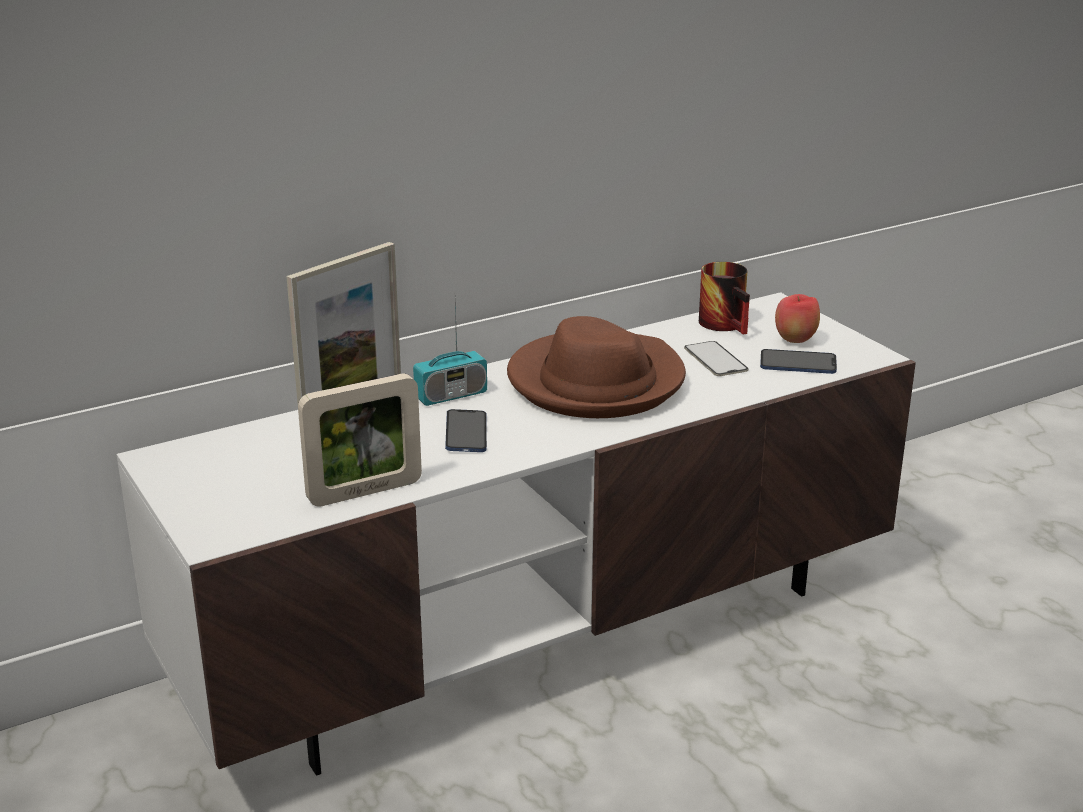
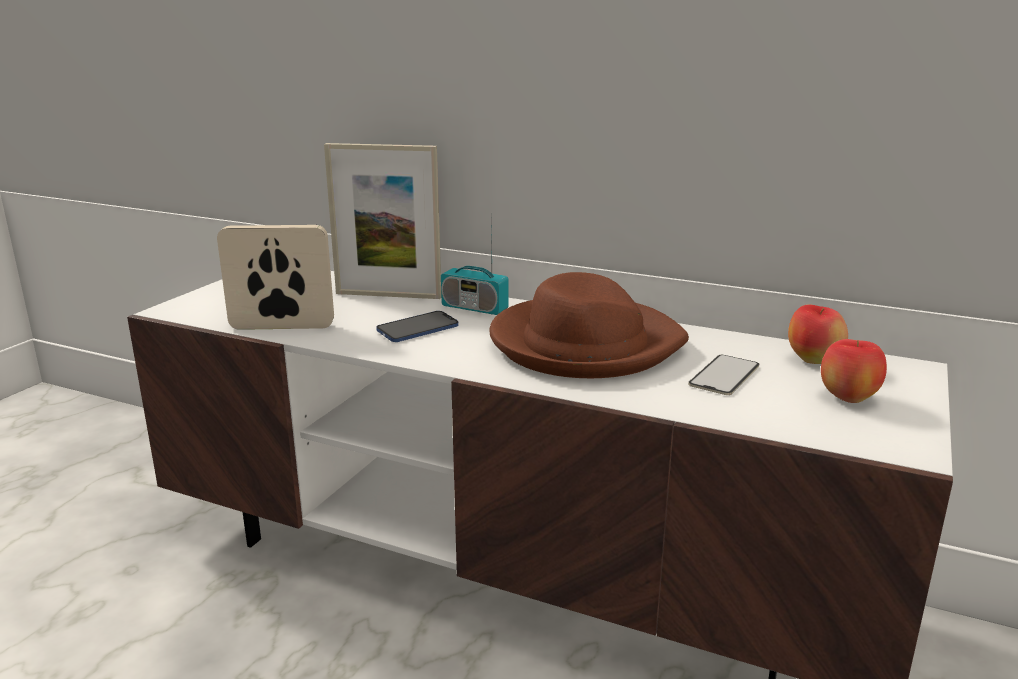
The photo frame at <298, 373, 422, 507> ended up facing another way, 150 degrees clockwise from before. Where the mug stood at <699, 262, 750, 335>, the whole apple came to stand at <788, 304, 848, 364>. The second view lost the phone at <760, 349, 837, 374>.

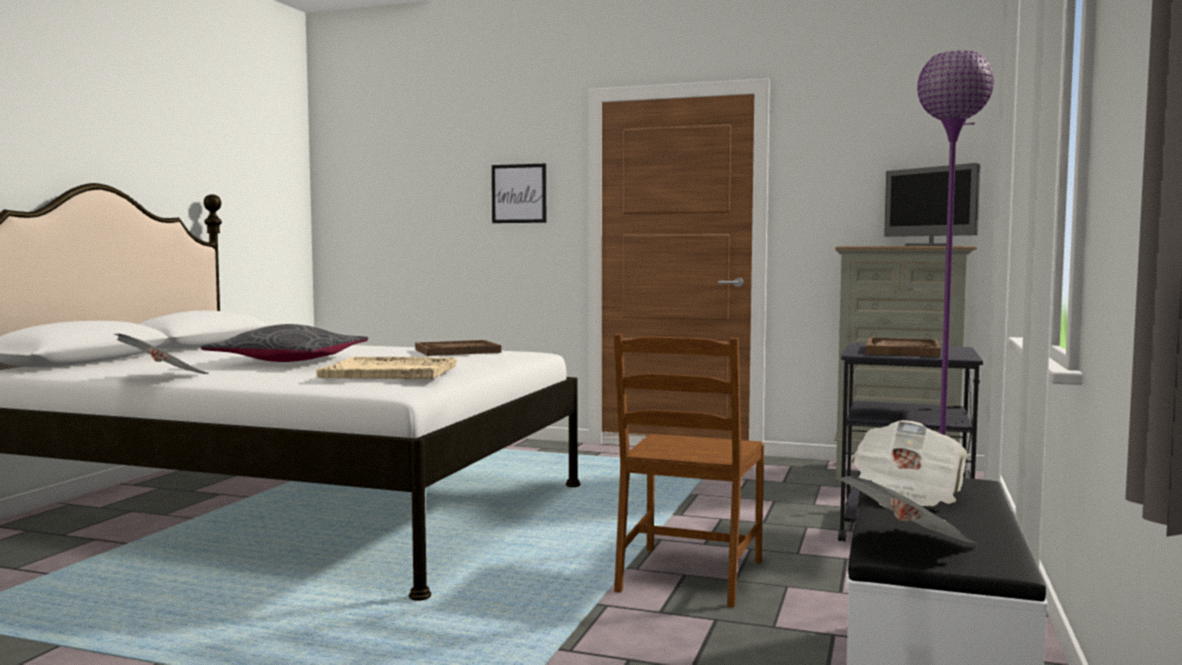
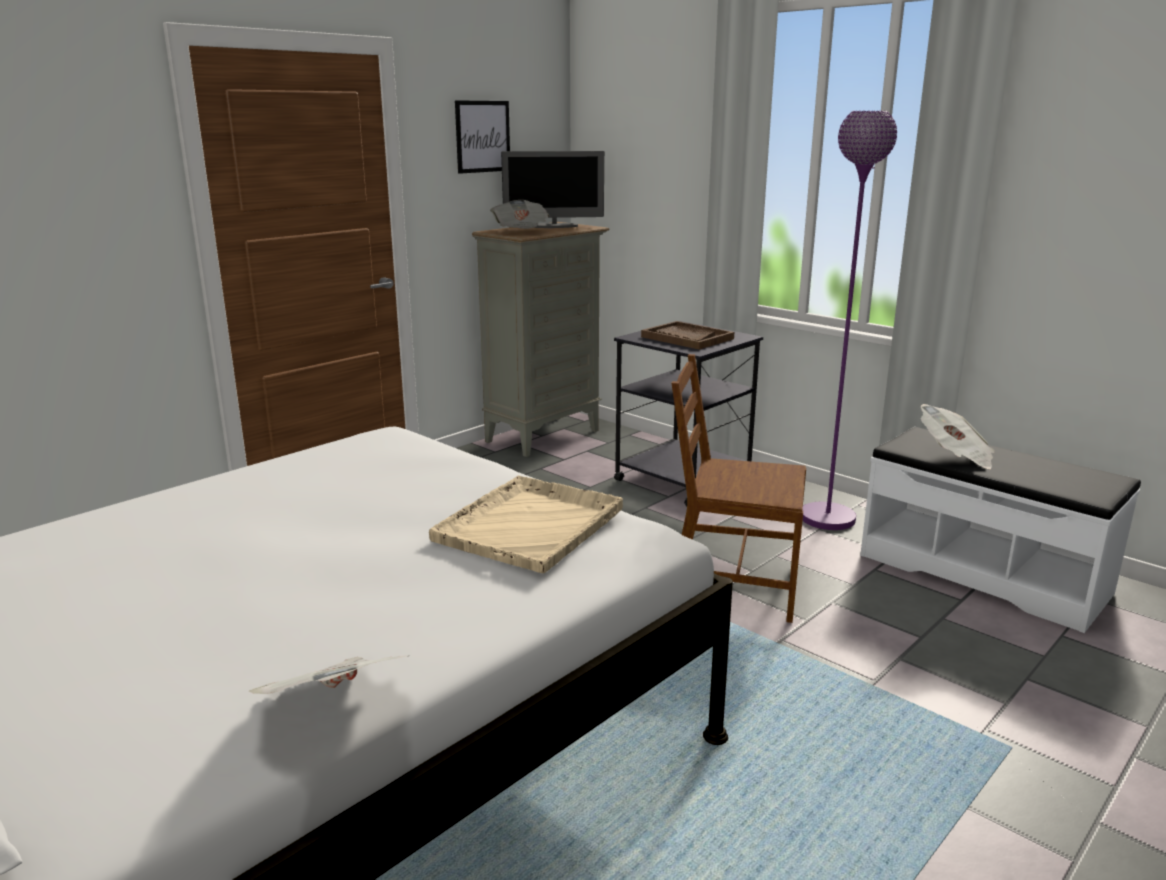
The second view lost the cushion (grey) at <201, 324, 368, 362>. The second view lost the carrying tray (brownish) at <415, 340, 501, 356>. The wall art ended up elsewhere, having gone from <492, 164, 546, 223> to <455, 100, 510, 174>. The upright chair (brownish) at <614, 334, 764, 608> ended up facing another way, 150 degrees clockwise from before. The newspaper ended up elsewhere, having gone from <836, 476, 977, 543> to <490, 200, 549, 229>.

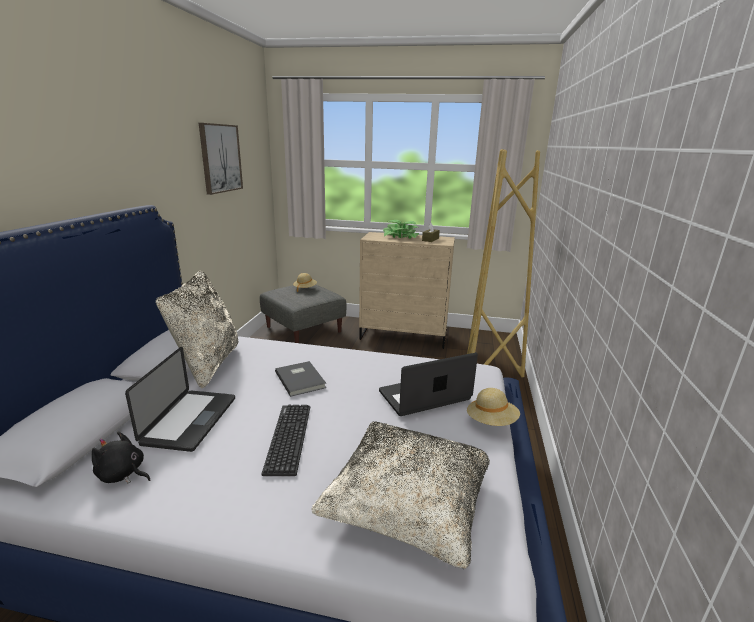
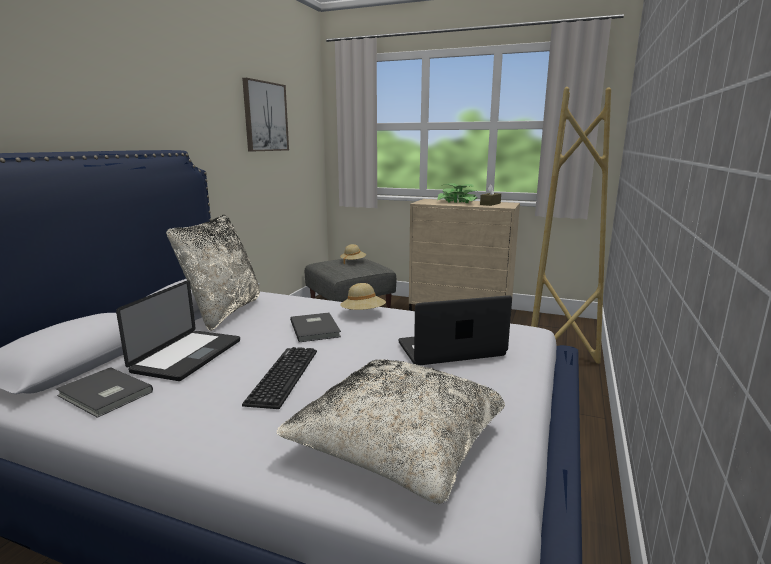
Where the soft toy (blackish) stood at <92, 431, 150, 483>, the bound book (grey) came to stand at <56, 367, 153, 418>. The clothing hat (sand-coloured) ended up elsewhere, having gone from <467, 388, 520, 426> to <340, 283, 386, 310>.

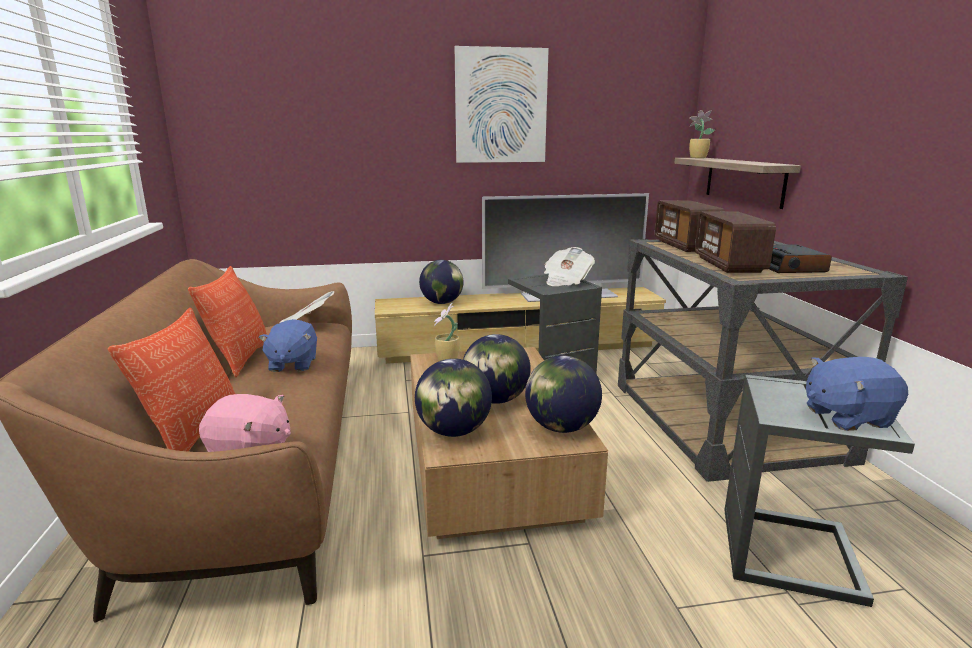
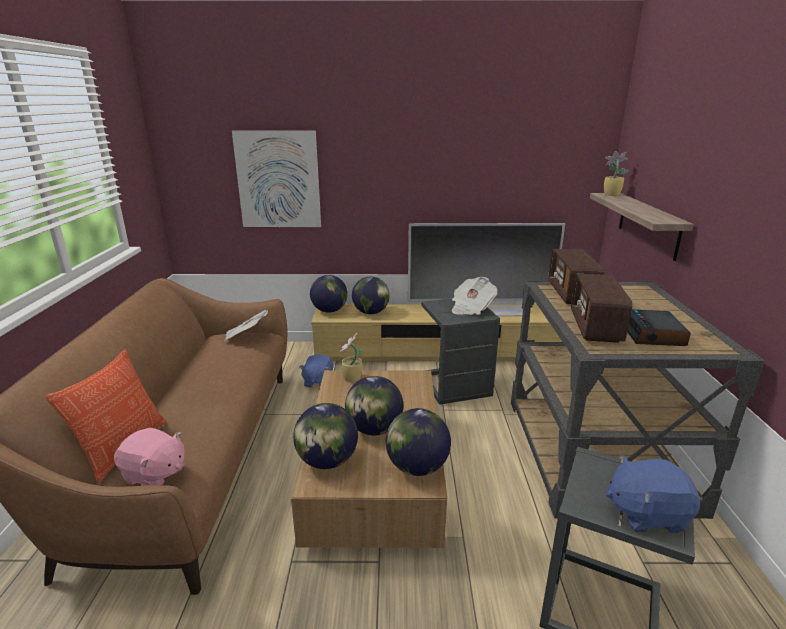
The second view lost the cushion (orangey) at <188, 266, 267, 377>. The soft toy (blue) ended up elsewhere, having gone from <259, 319, 317, 372> to <300, 354, 333, 387>. The wall art ended up elsewhere, having gone from <454, 46, 549, 163> to <232, 131, 321, 227>. The second view gained the desk globe at <310, 275, 348, 313>.

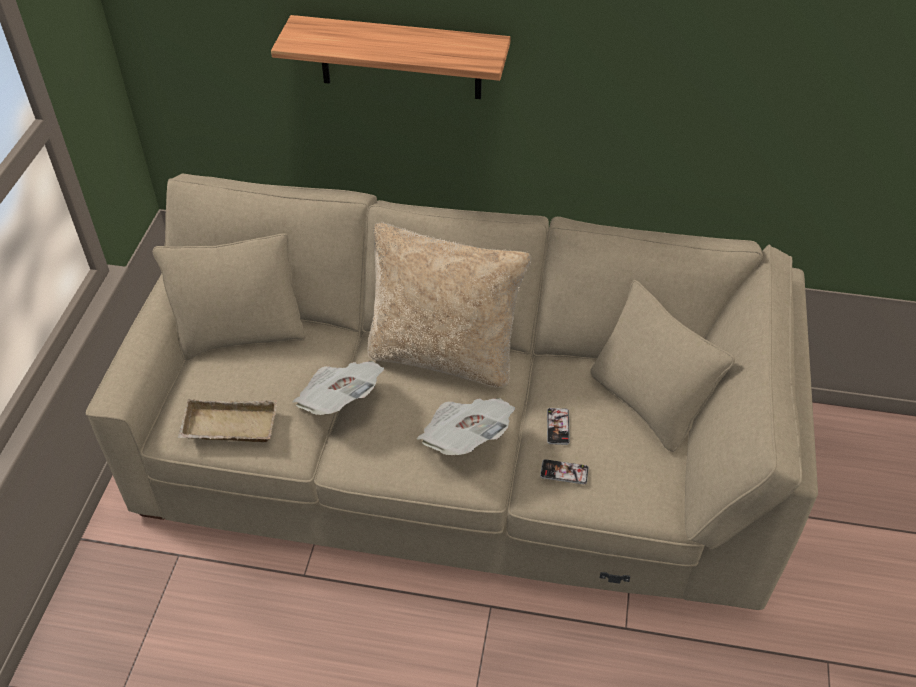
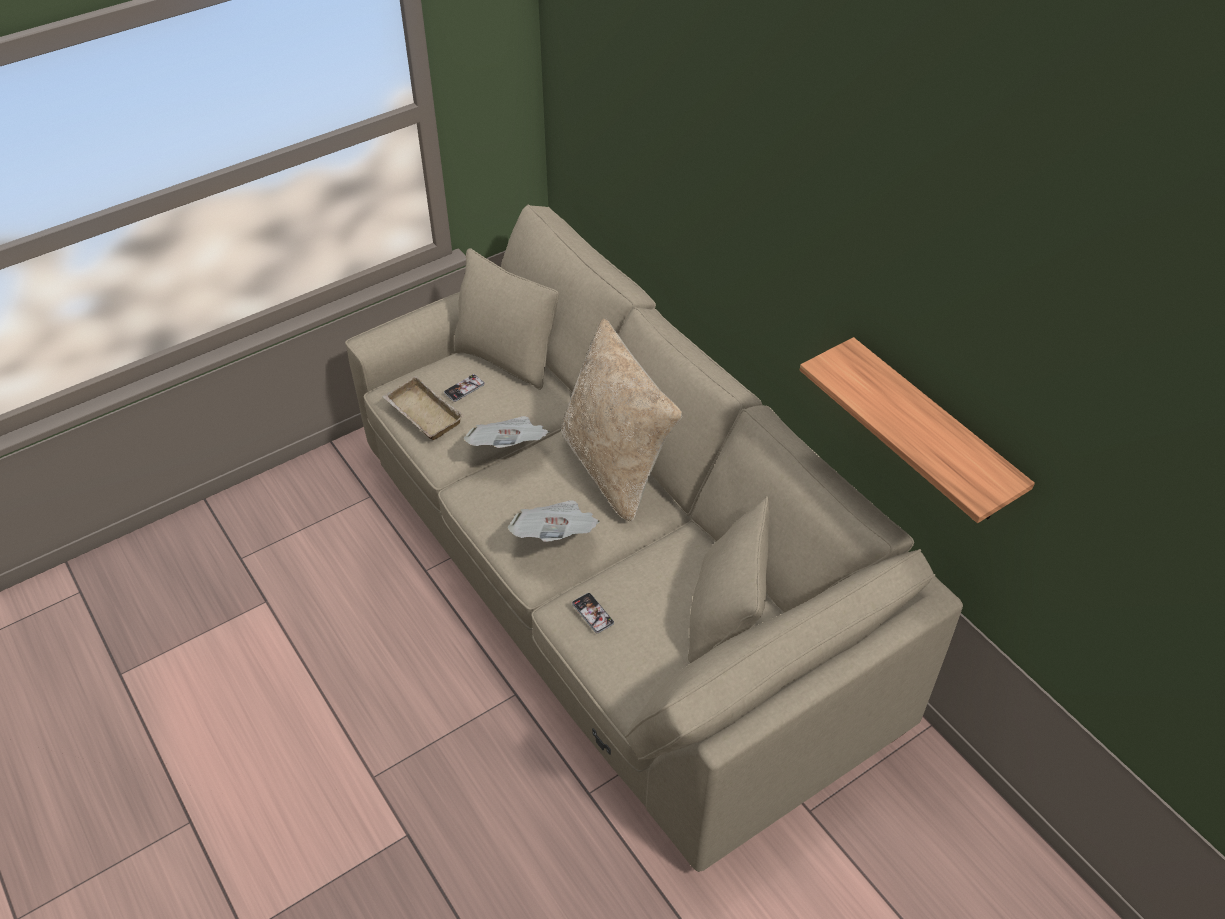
The bracket shelf ended up elsewhere, having gone from <271, 15, 511, 99> to <800, 337, 1035, 523>. The phone ended up elsewhere, having gone from <547, 408, 570, 445> to <444, 374, 485, 402>.

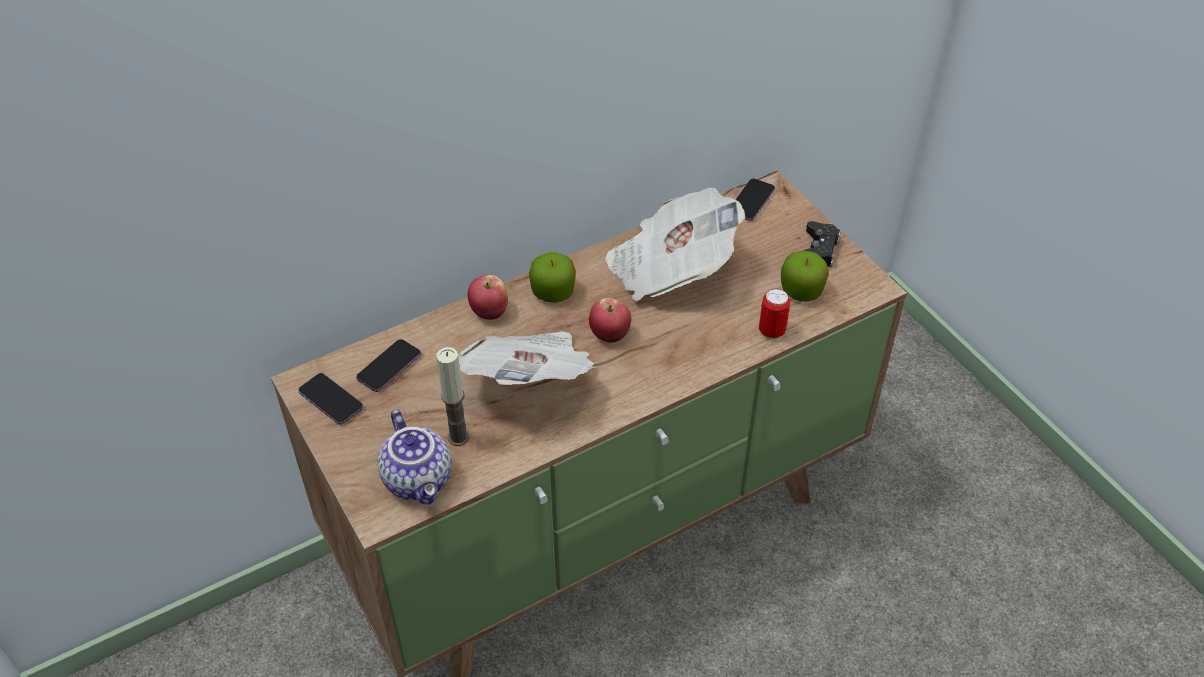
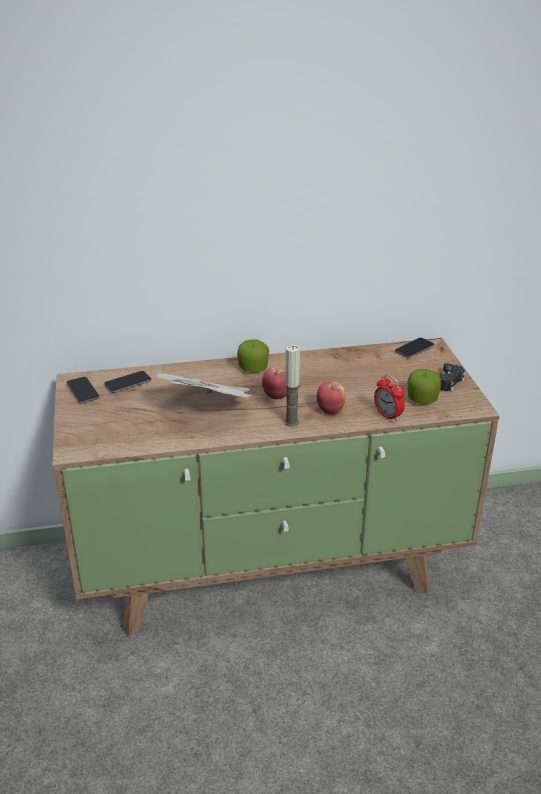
The second view lost the tea pot at <378, 409, 452, 505>. The wax candle ended up elsewhere, having gone from <436, 347, 470, 446> to <284, 345, 300, 426>. The whole apple ended up elsewhere, having gone from <468, 275, 508, 320> to <317, 381, 345, 415>. The second view lost the newspaper at <605, 188, 745, 301>. Where the sealed can stood at <759, 289, 790, 340>, the table clock came to stand at <374, 375, 405, 422>.

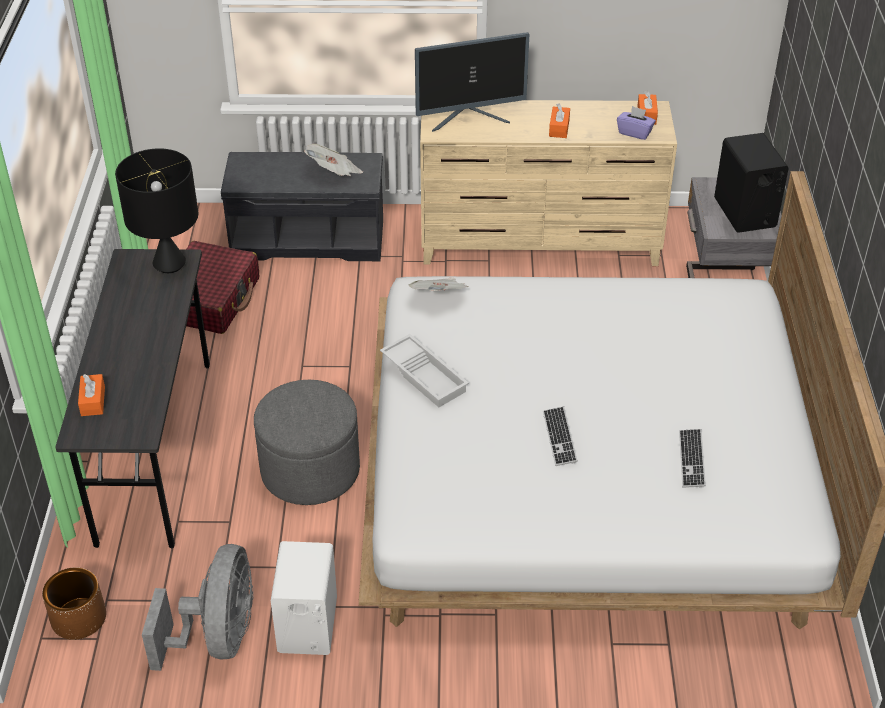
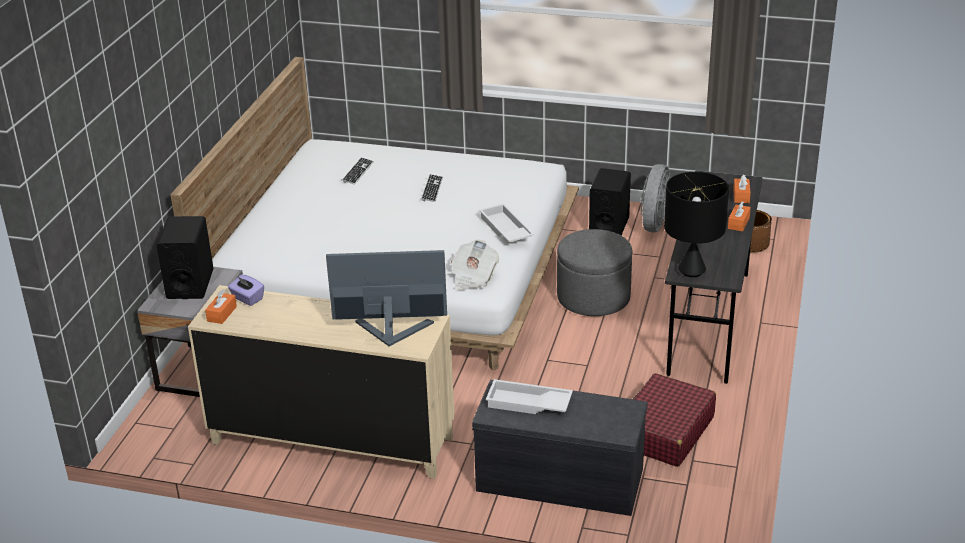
What was the loudspeaker (white-coloured) at <271, 541, 337, 655> turned into the loudspeaker (blackish) at <589, 168, 631, 235>. Where the newspaper stood at <304, 144, 363, 176>, the carrying tray (white-coloured) came to stand at <486, 379, 573, 414>. The tissue box (orangey) ended up elsewhere, having gone from <549, 104, 570, 138> to <728, 201, 751, 232>.

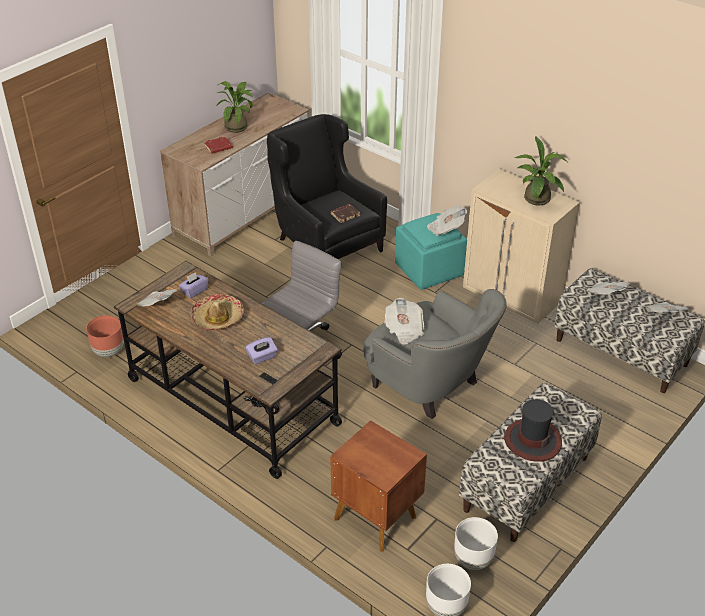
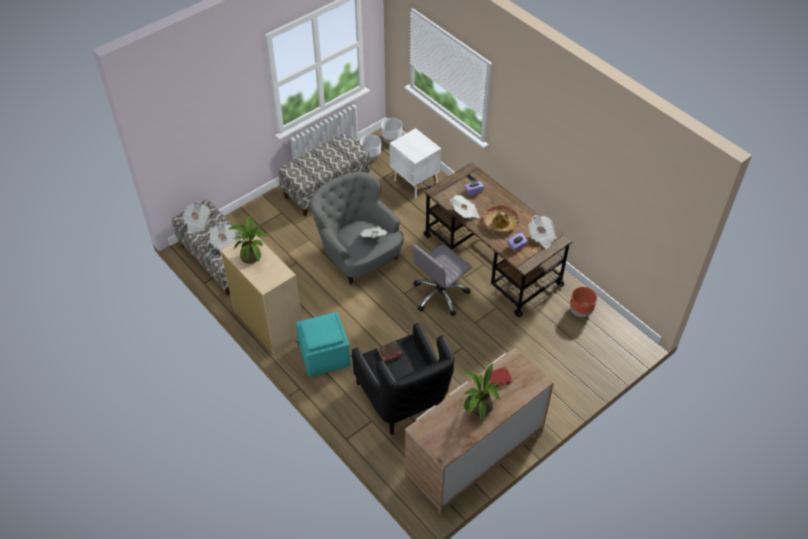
What was the nightstand (brownish) at <330, 420, 427, 552> turned into the nightstand (white-coloured) at <390, 128, 441, 199>. The newspaper ended up elsewhere, having gone from <427, 206, 468, 236> to <450, 195, 480, 219>. The second view lost the clothing hat at <504, 399, 562, 462>.

